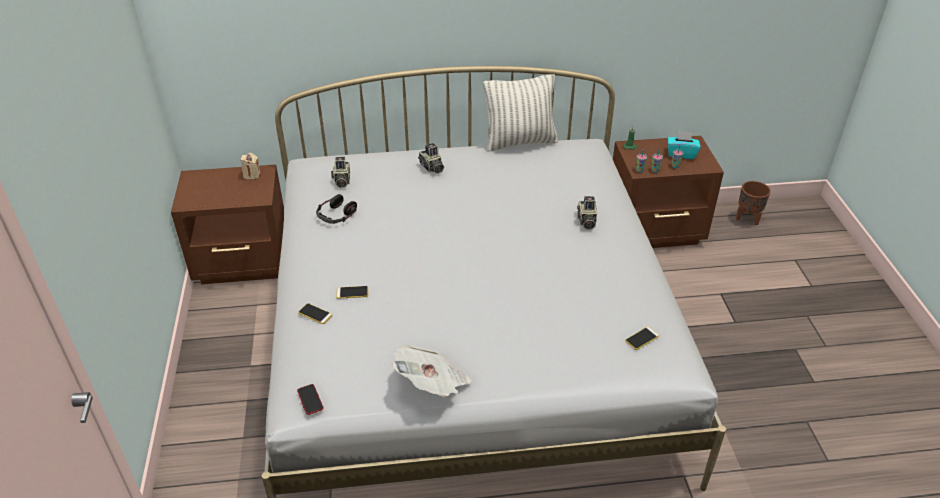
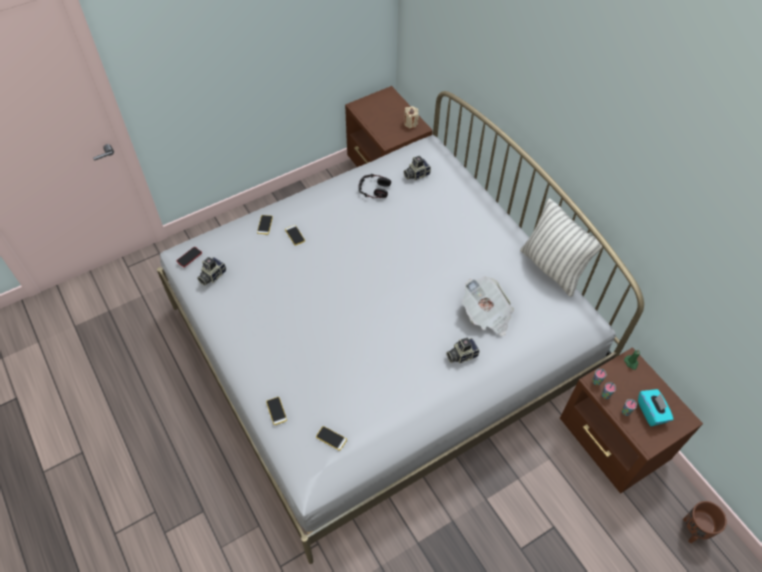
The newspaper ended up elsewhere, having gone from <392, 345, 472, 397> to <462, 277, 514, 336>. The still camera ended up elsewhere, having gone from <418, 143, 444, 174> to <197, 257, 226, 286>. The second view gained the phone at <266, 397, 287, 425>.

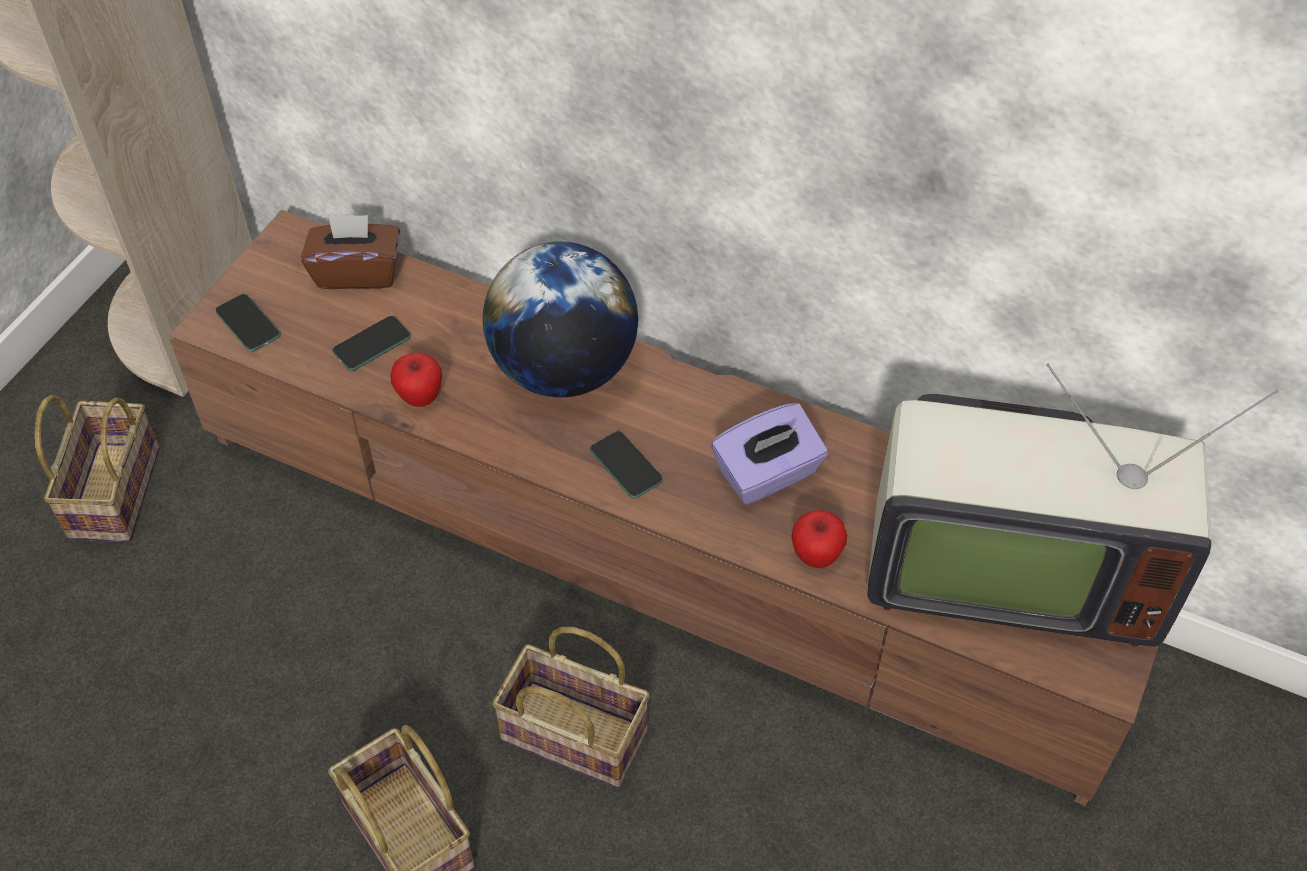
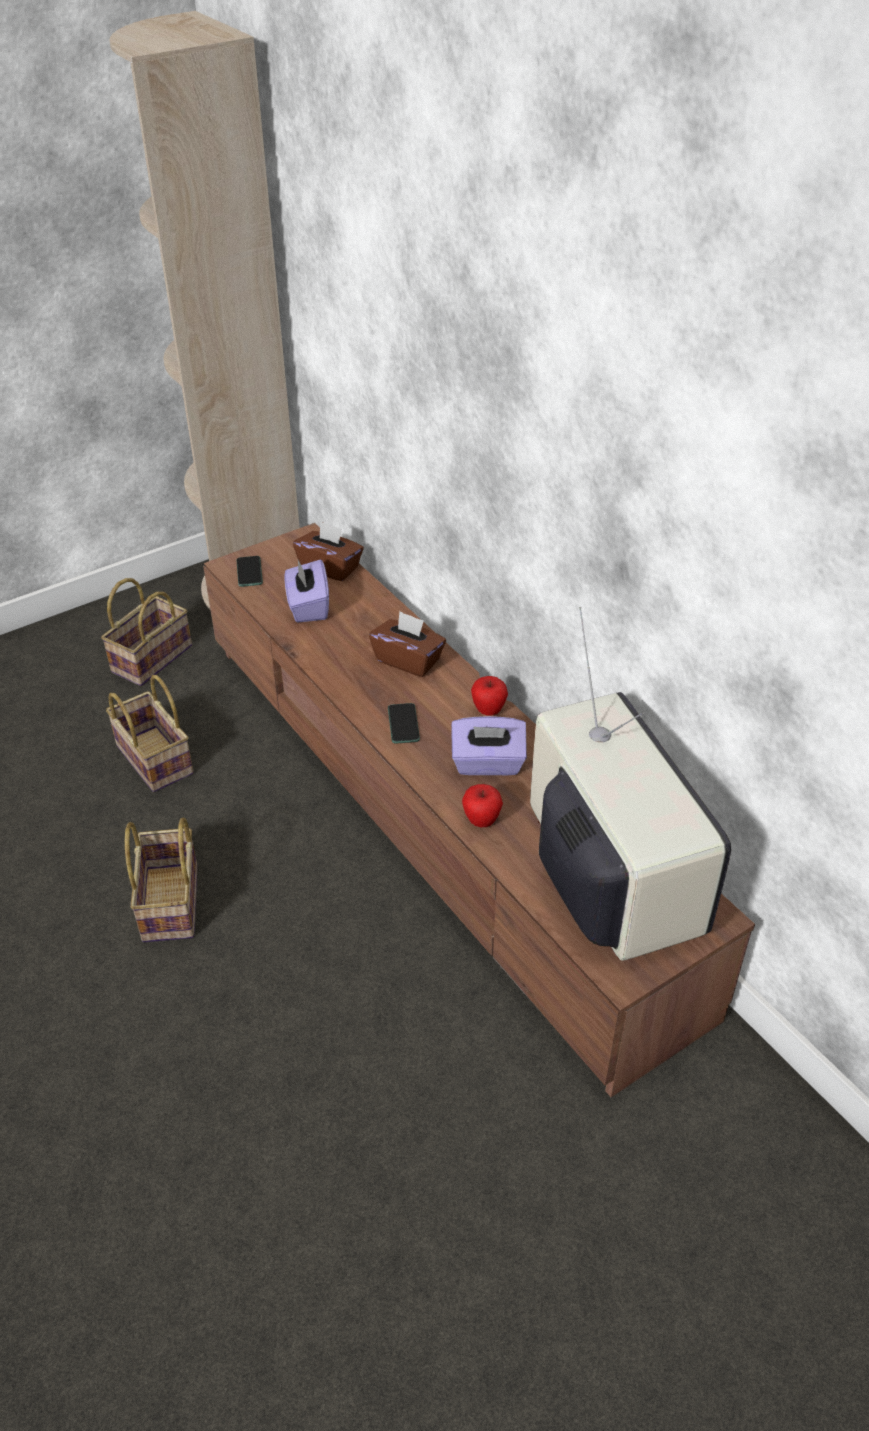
Where the phone stood at <332, 316, 411, 371>, the tissue box (purple-coloured) came to stand at <284, 559, 329, 622>. The whole apple ended up elsewhere, having gone from <391, 352, 442, 407> to <471, 676, 508, 715>. Where the desk globe stood at <483, 242, 638, 397>, the tissue box (brownish) came to stand at <369, 611, 446, 677>. The basket ended up elsewhere, having gone from <492, 627, 650, 788> to <106, 675, 194, 792>. The TV set at <867, 363, 1279, 647> ended up facing another way, 150 degrees counterclockwise from before.

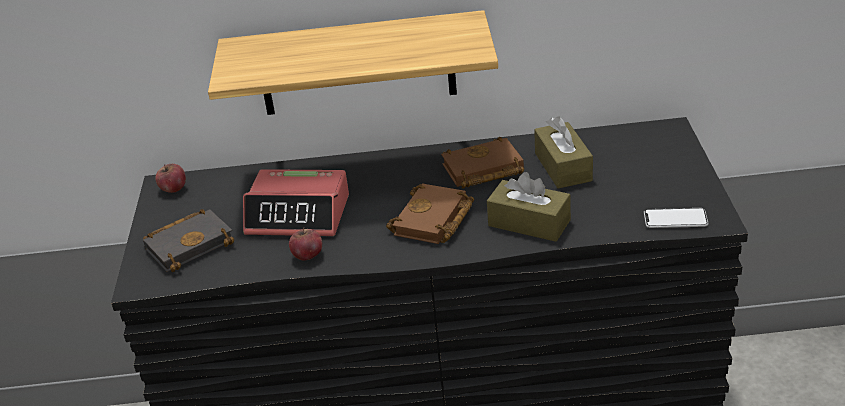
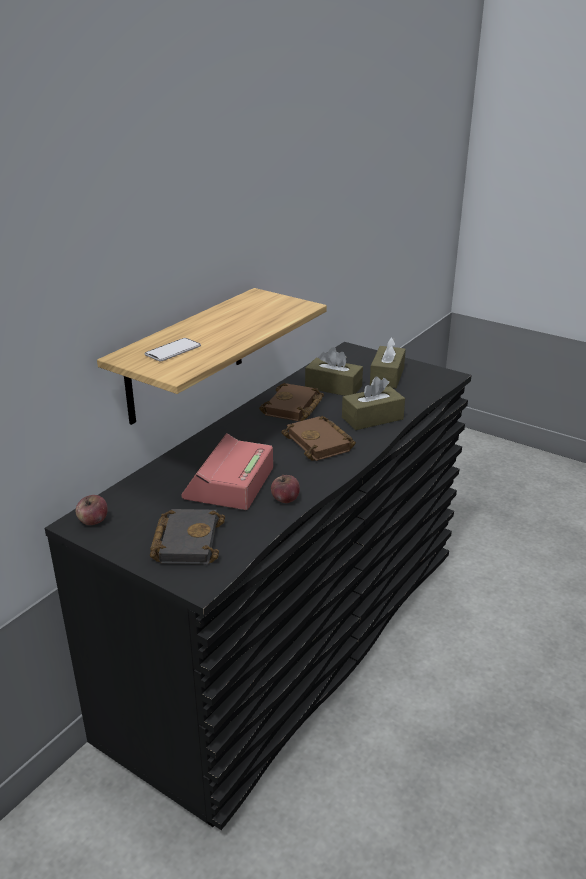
The table clock at <243, 169, 349, 236> ended up facing another way, 150 degrees clockwise from before. The phone ended up elsewhere, having gone from <644, 208, 709, 228> to <145, 338, 201, 361>. The second view gained the tissue box (brownish) at <370, 337, 406, 388>.

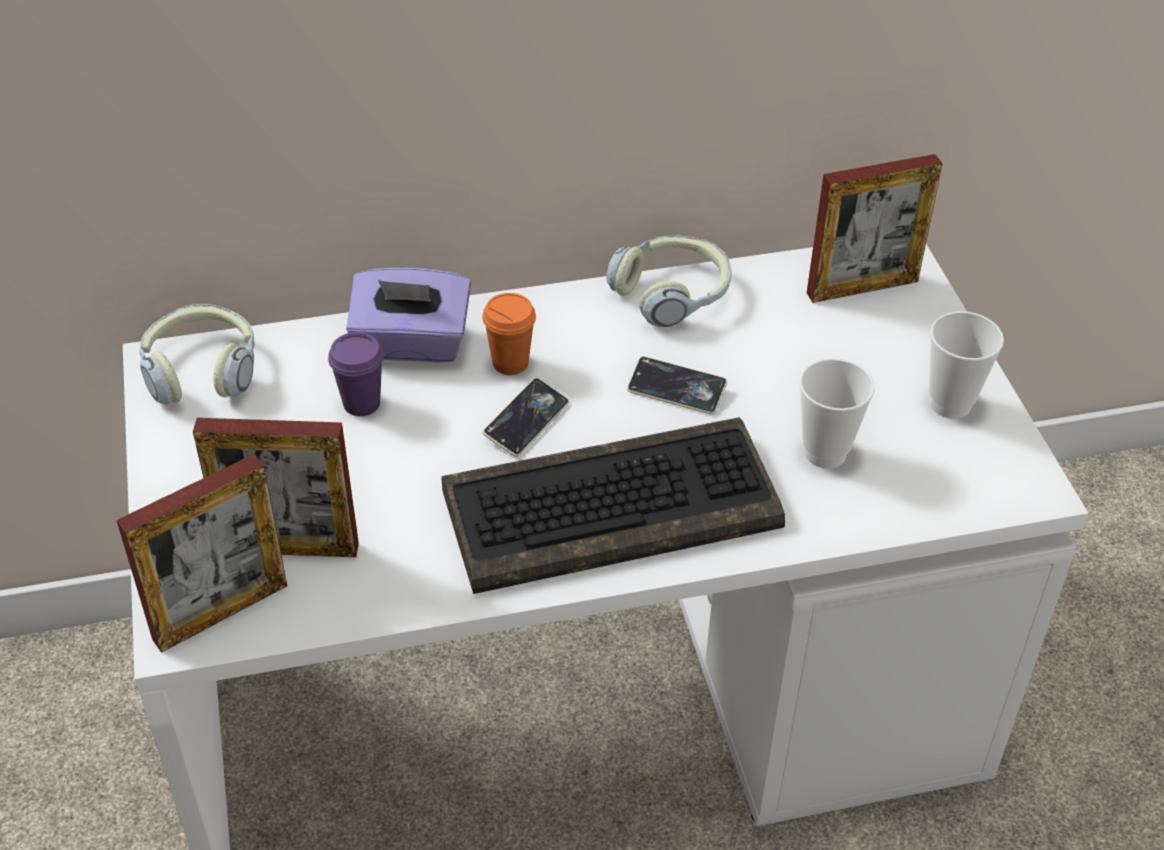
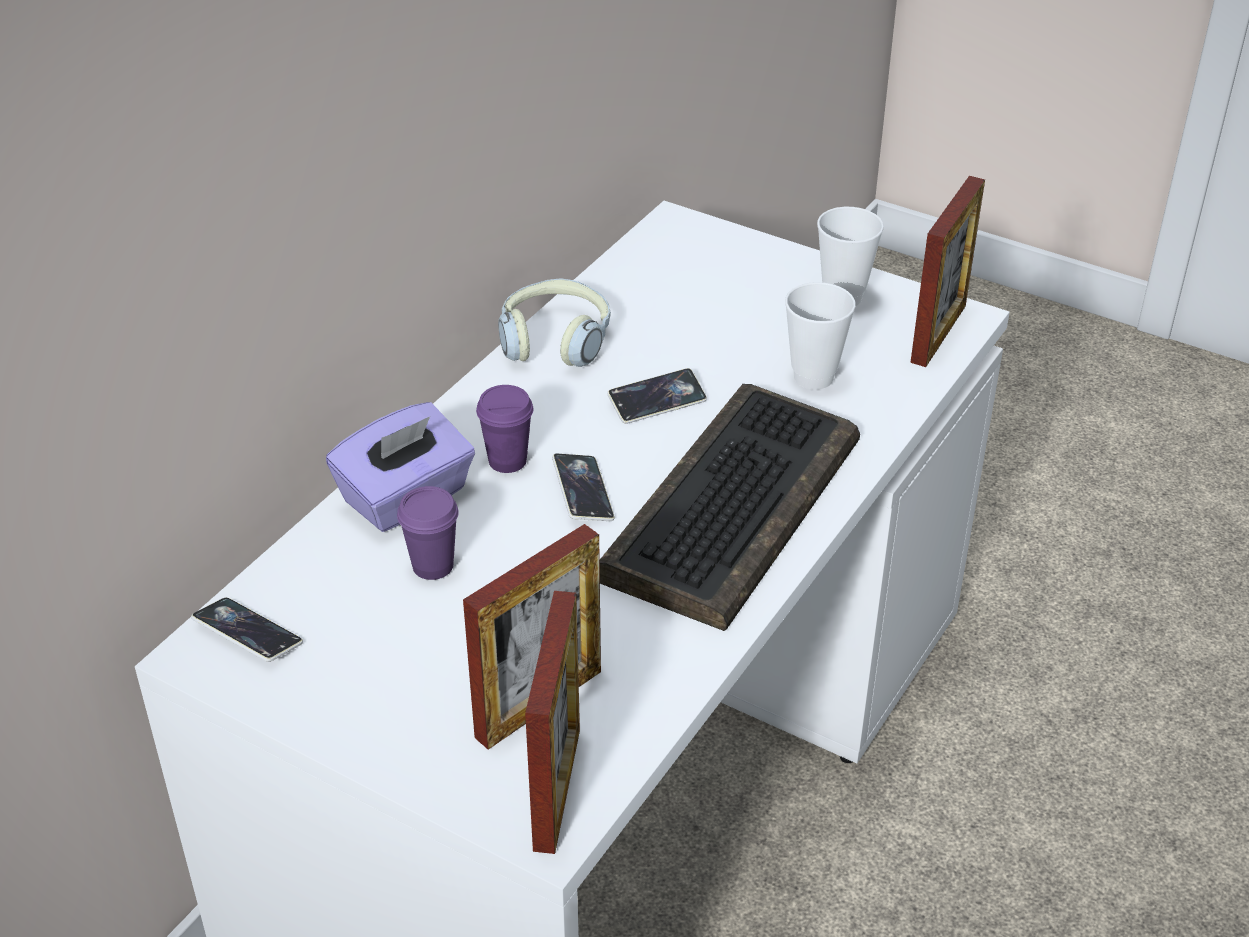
Where the headset stood at <139, 304, 255, 405>, the phone came to stand at <191, 598, 303, 662>. What was the drinking cup (orangey) at <482, 293, 536, 375> turned into the drinking cup (purple-coloured) at <476, 385, 533, 473>. The photo frame ended up elsewhere, having gone from <807, 154, 943, 303> to <910, 176, 985, 367>.

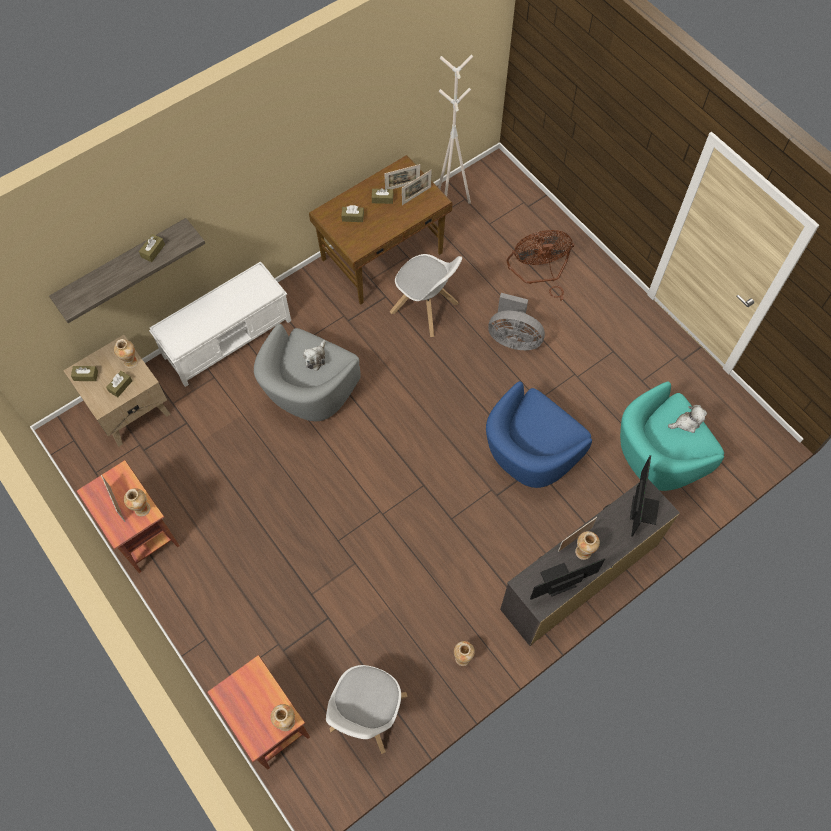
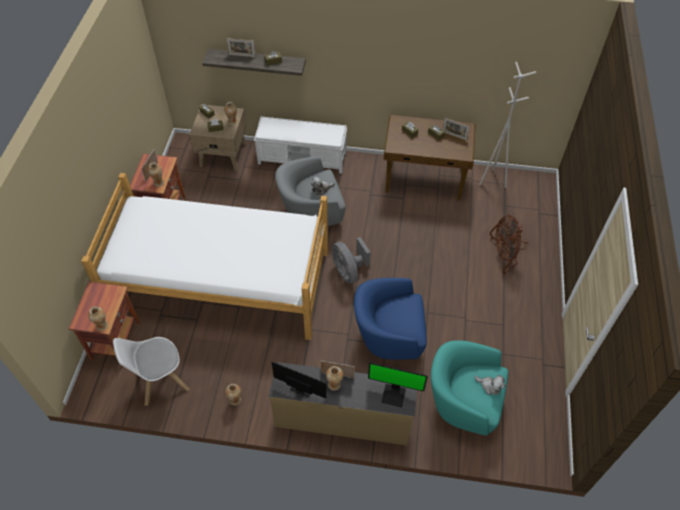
The second view lost the upright chair at <390, 254, 462, 337>. The photo frame ended up elsewhere, having gone from <402, 170, 432, 205> to <227, 38, 256, 57>. The electric fan (grey) ended up elsewhere, having gone from <488, 293, 545, 350> to <332, 237, 371, 283>. The electric fan (brownish) at <507, 230, 574, 301> ended up facing another way, 135 degrees counterclockwise from before. The computer display at <630, 455, 659, 537> ended up facing another way, 45 degrees clockwise from before. The second view gained the bed at <81, 173, 328, 340>.

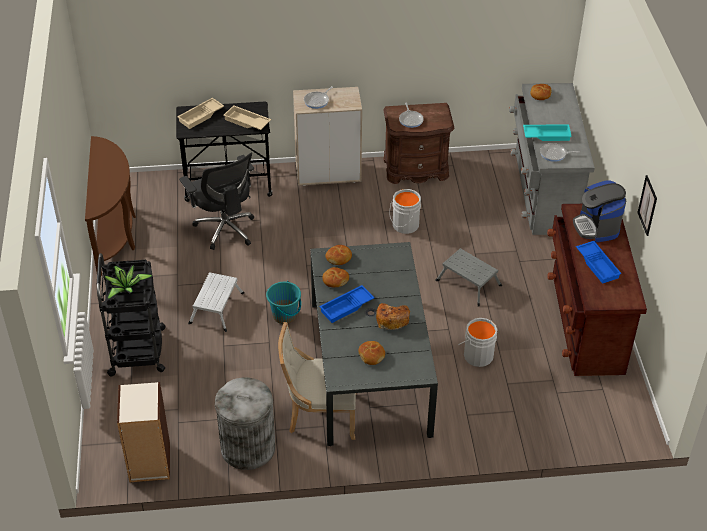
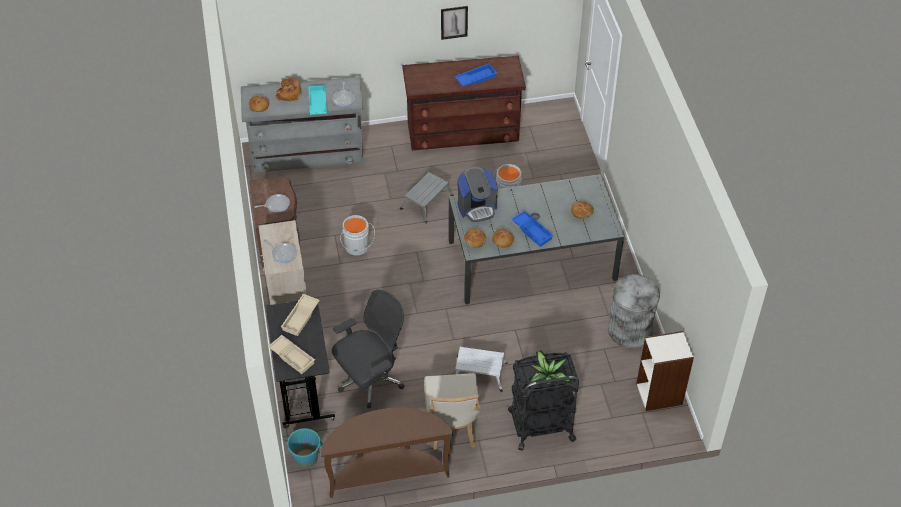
The bucket (turquoise-coloured) ended up elsewhere, having gone from <266, 281, 301, 324> to <285, 428, 323, 468>. The upright chair (sand-coloured) ended up elsewhere, having gone from <278, 322, 356, 440> to <424, 373, 481, 450>. The baked bread ended up elsewhere, having gone from <376, 303, 410, 330> to <275, 78, 302, 101>. The coffee machine ended up elsewhere, having gone from <573, 180, 626, 242> to <458, 167, 498, 222>.

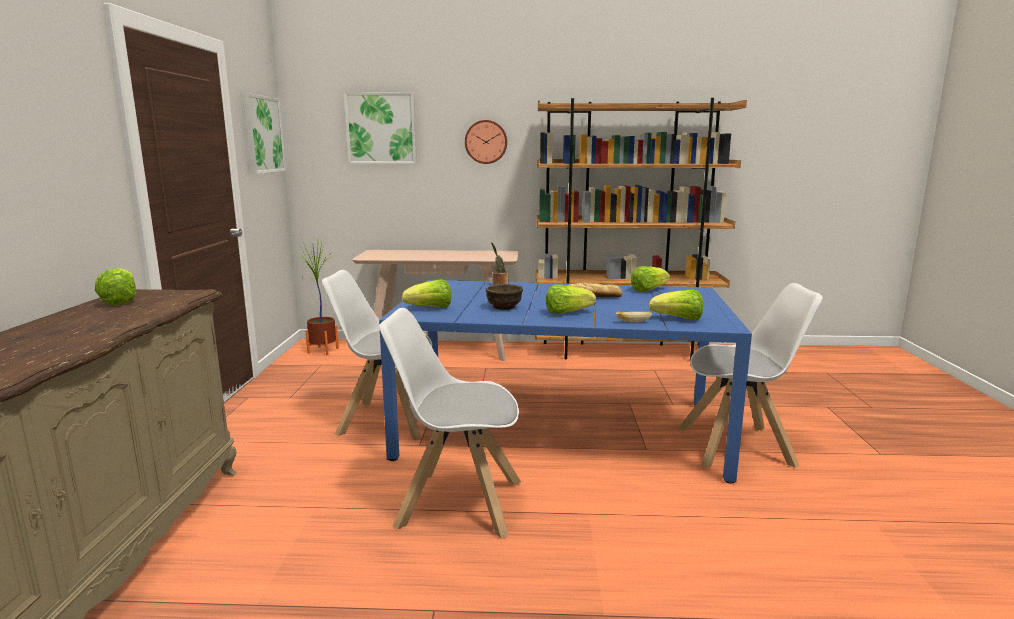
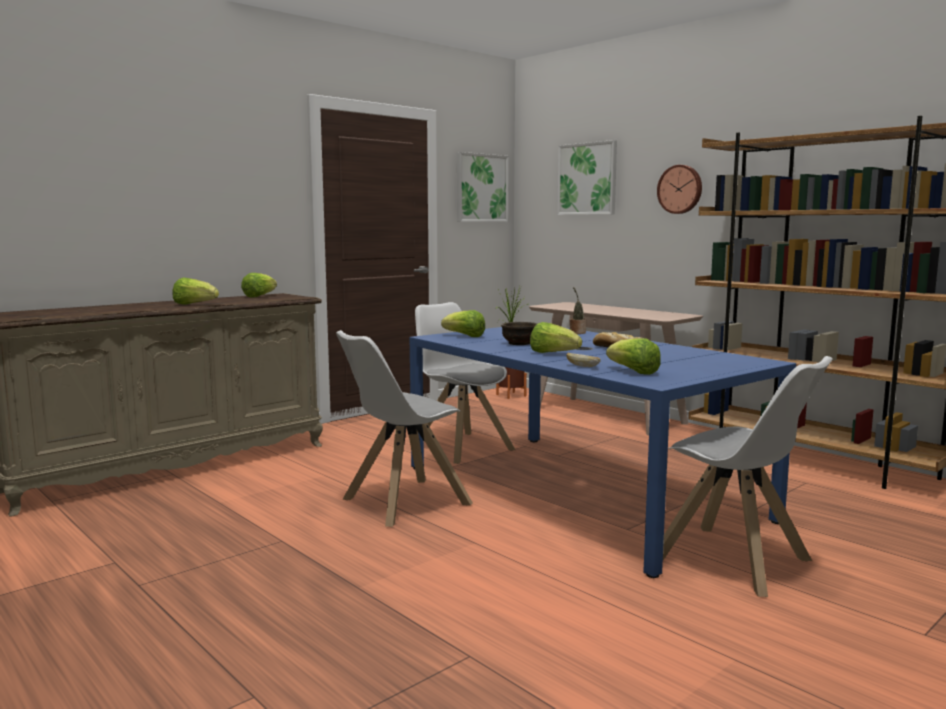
The upright chair at <379, 308, 521, 539> ended up facing another way, 90 degrees counterclockwise from before. The lettuce head ended up elsewhere, having gone from <631, 266, 670, 292> to <173, 278, 219, 305>.

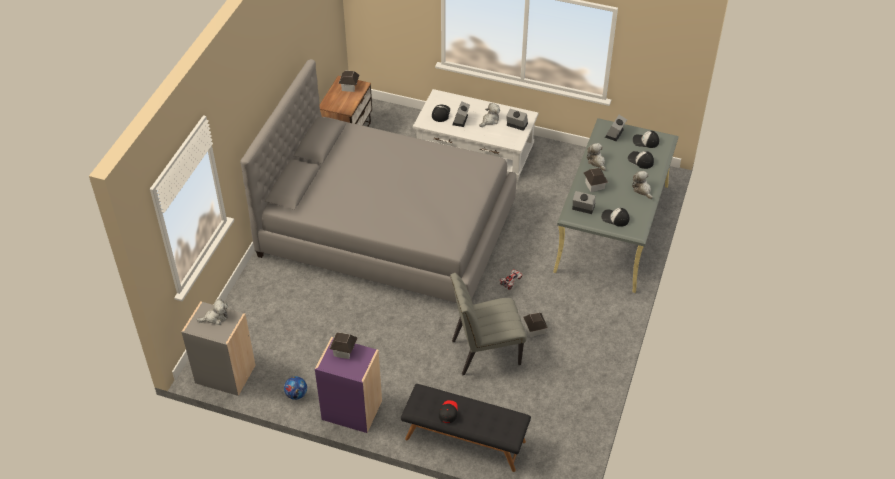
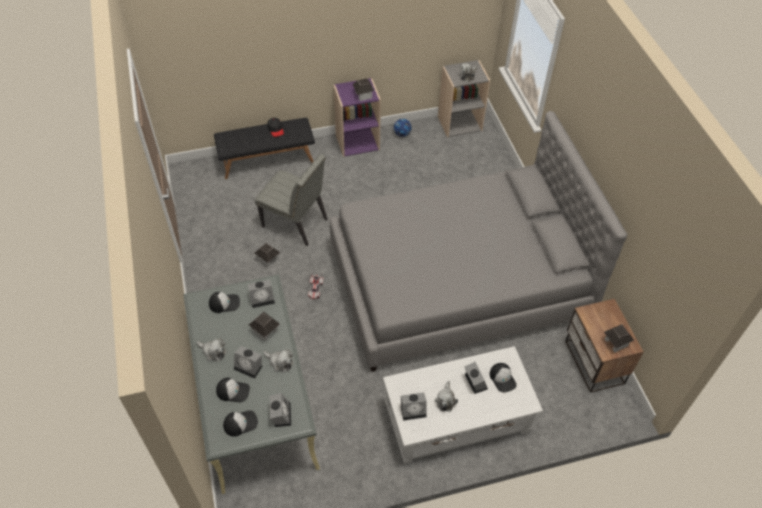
The upright chair (grey) at <450, 273, 527, 375> ended up facing another way, 75 degrees clockwise from before. The second view gained the table clock at <234, 346, 262, 379>.

